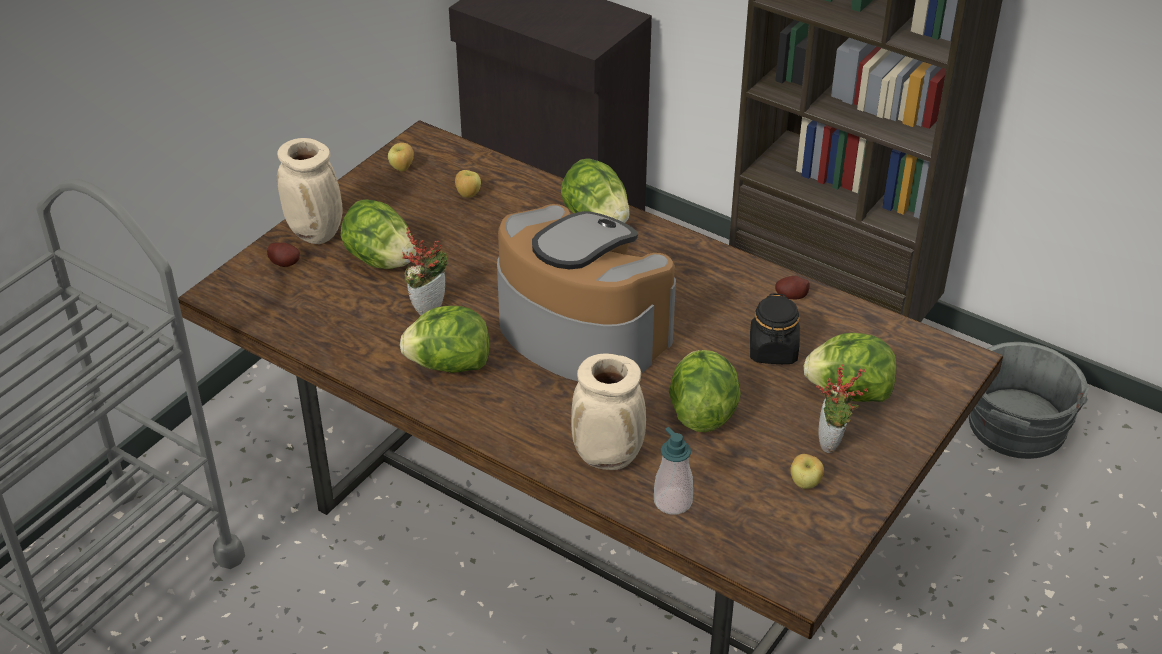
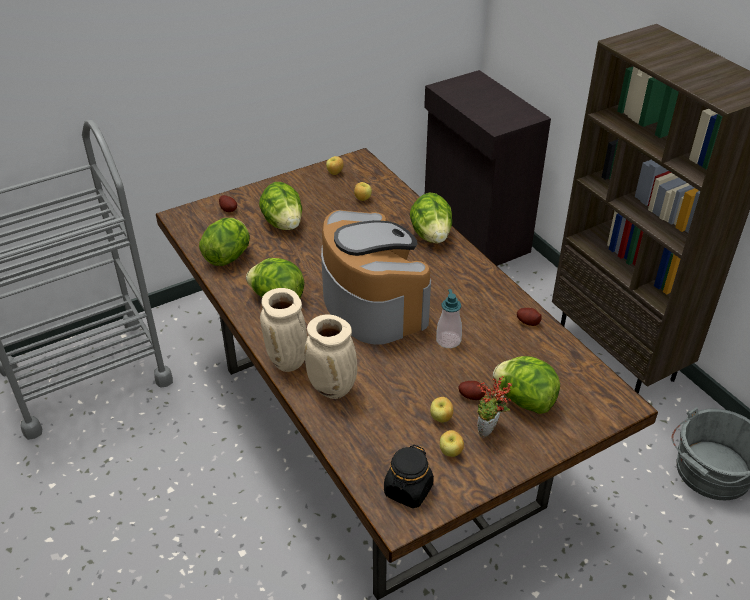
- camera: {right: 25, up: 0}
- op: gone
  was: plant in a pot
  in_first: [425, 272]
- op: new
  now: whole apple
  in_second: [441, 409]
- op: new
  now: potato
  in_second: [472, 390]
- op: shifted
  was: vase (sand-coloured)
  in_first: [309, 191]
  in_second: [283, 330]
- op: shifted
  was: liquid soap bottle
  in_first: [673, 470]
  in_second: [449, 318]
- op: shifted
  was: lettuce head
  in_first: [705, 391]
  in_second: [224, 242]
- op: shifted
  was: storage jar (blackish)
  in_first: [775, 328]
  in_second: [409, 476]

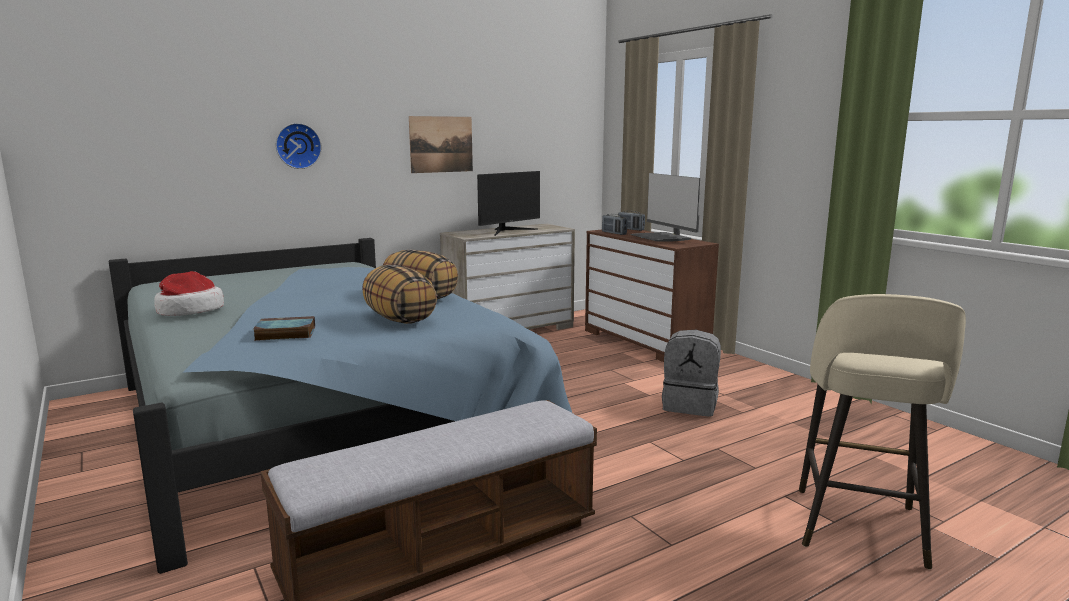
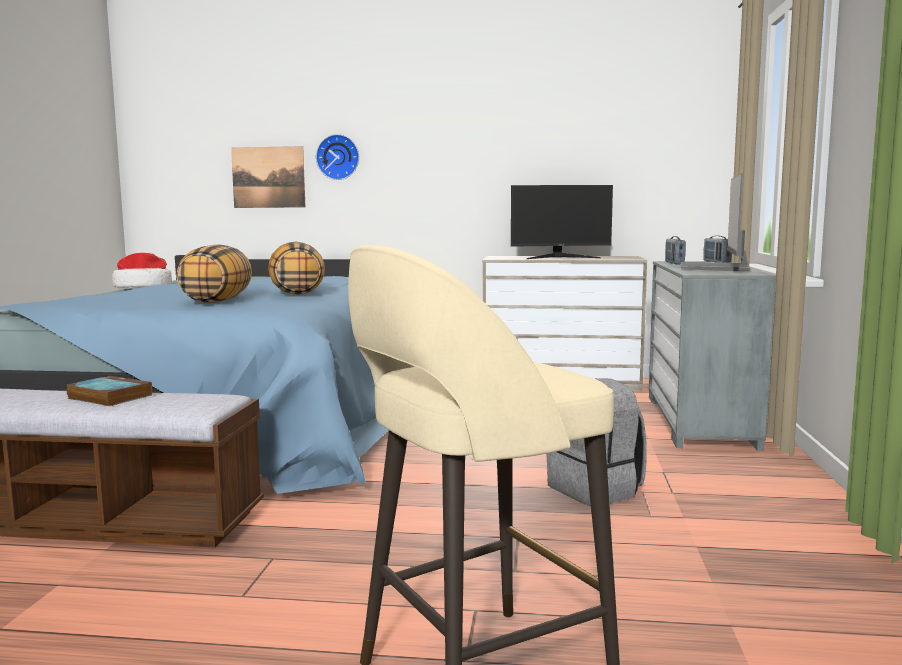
- camera: {right: 40, up: -5}
- op: shifted
  was: volume
  in_first: [284, 328]
  in_second: [109, 391]
- op: shifted
  was: wall art
  in_first: [441, 144]
  in_second: [268, 177]
- op: repainted
  was: dresser (brown-coloured)
  now: dresser (grey)
  in_first: [652, 295]
  in_second: [712, 356]

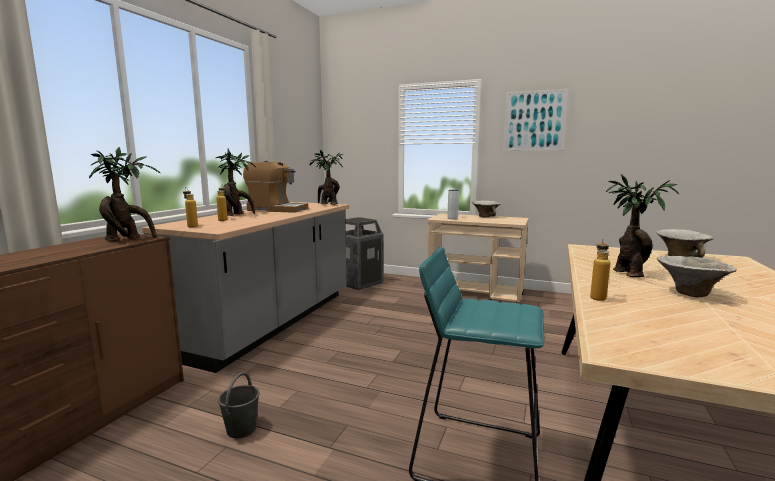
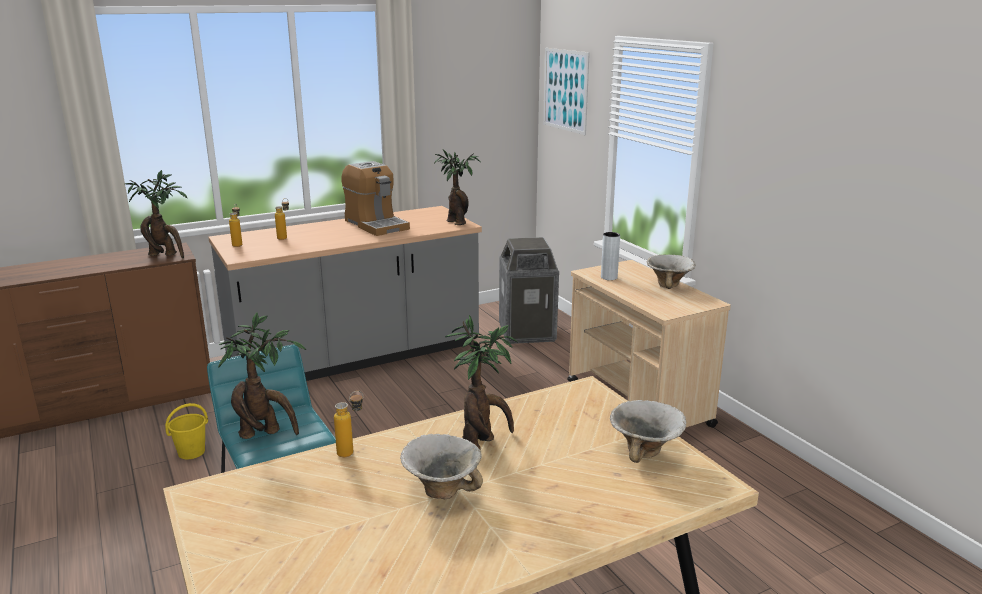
- camera: {right: 40, up: 10}
- op: shifted
  was: plant in a pot
  in_first: [236, 182]
  in_second: [262, 375]
- op: shifted
  was: wall art
  in_first: [535, 120]
  in_second: [566, 91]
- op: repainted
  was: water bucket (grey)
  now: water bucket (yellow-coloured)
  in_first: [238, 405]
  in_second: [186, 431]

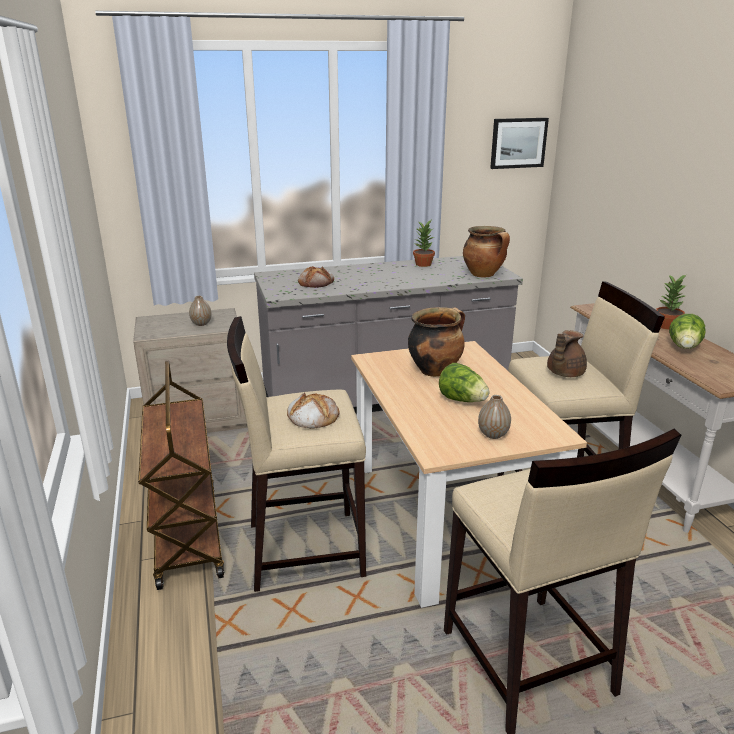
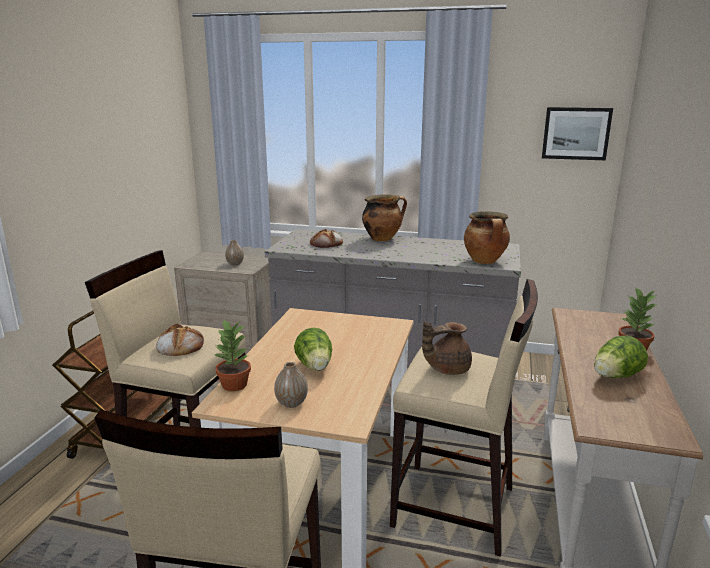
- camera: {right: 30, up: -5}
- op: shifted
  was: cooking pot
  in_first: [436, 342]
  in_second: [384, 217]
- op: shifted
  was: plant in a pot
  in_first: [424, 244]
  in_second: [232, 355]

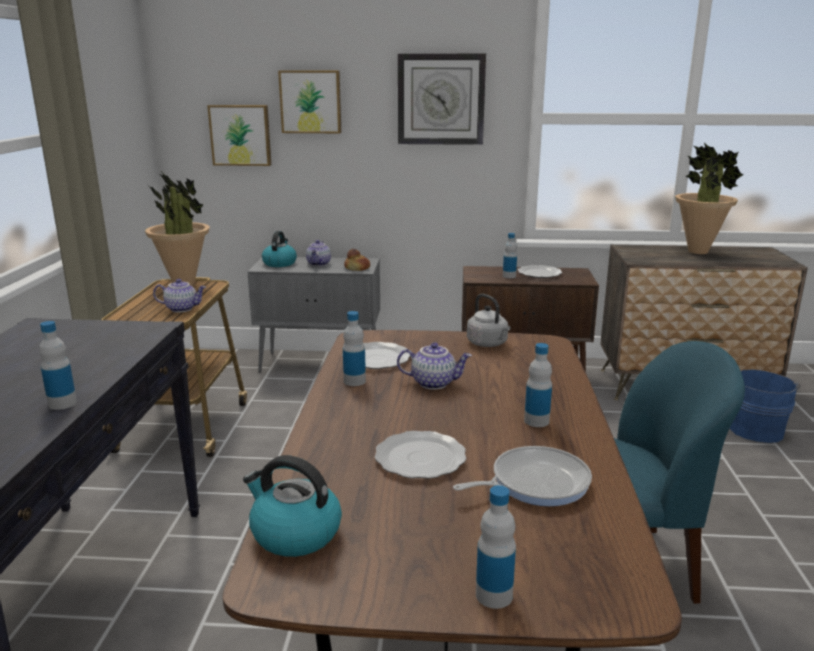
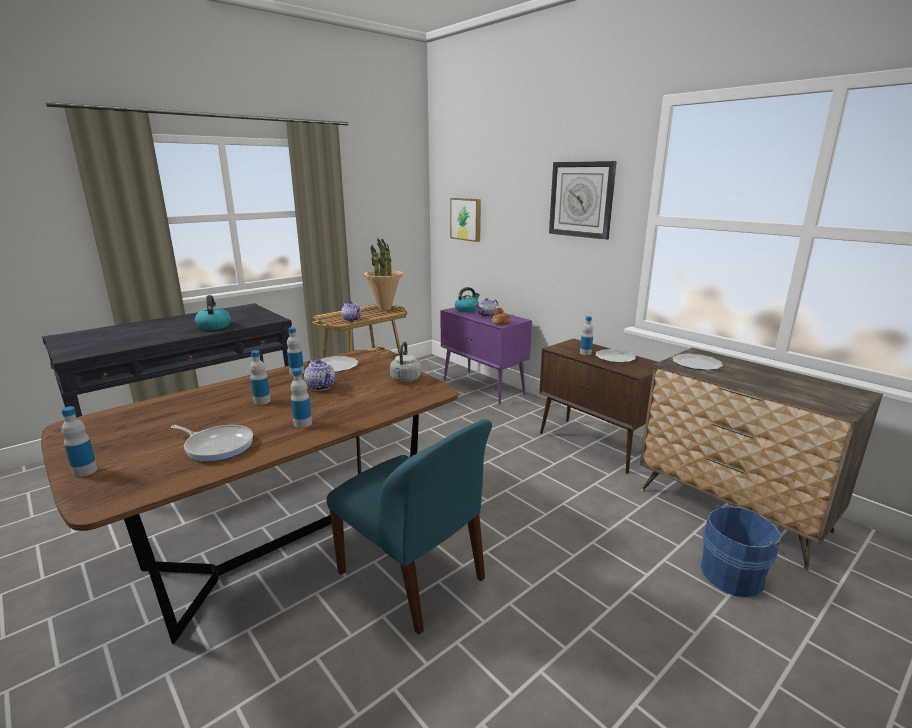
- camera: {right: 45, up: 0}
- op: gone
  was: wall art
  in_first: [309, 102]
- op: gone
  was: plant in a pot
  in_first: [709, 198]
- op: shifted
  was: bottle
  in_first: [58, 365]
  in_second: [260, 377]
- op: shifted
  was: tea kettle
  in_first: [292, 506]
  in_second: [213, 312]
- op: shifted
  was: flat dish
  in_first: [420, 455]
  in_second: [697, 362]
- op: repainted
  was: cupboard (grey)
  now: cupboard (purplish)
  in_first: [313, 314]
  in_second: [486, 355]

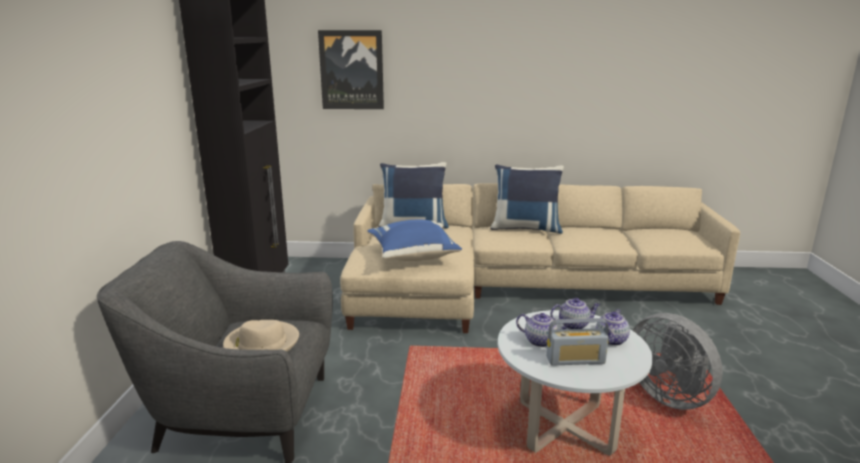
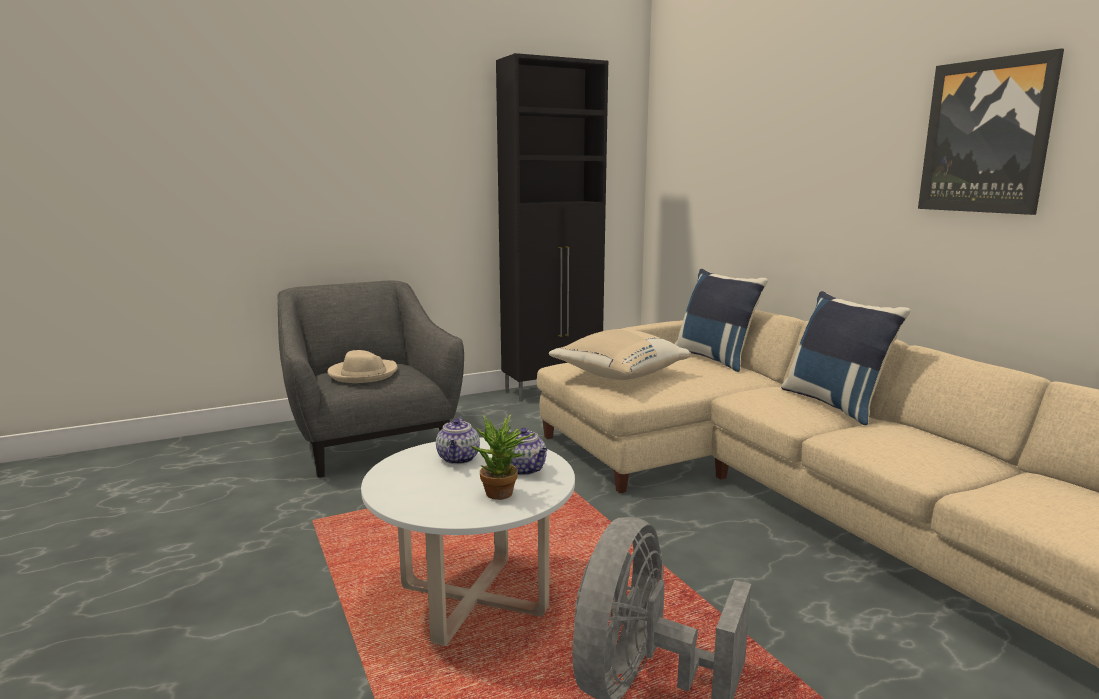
- camera: {right: 60, up: -5}
- op: gone
  was: radio
  in_first: [577, 342]
- op: shifted
  was: wall art
  in_first: [351, 69]
  in_second: [991, 131]
- op: swapped
  was: tea pot
  now: plant in a pot
  in_first: [613, 327]
  in_second: [503, 457]
- op: repainted
  was: cushion (bluish)
  now: cushion (sand-coloured)
  in_first: [415, 240]
  in_second: [620, 354]

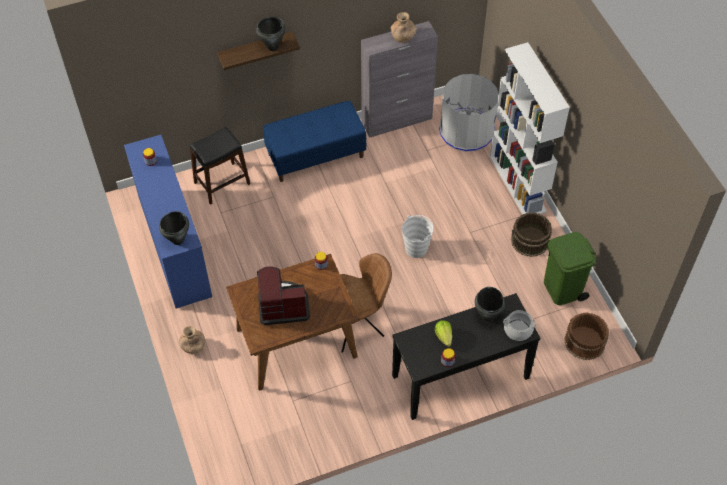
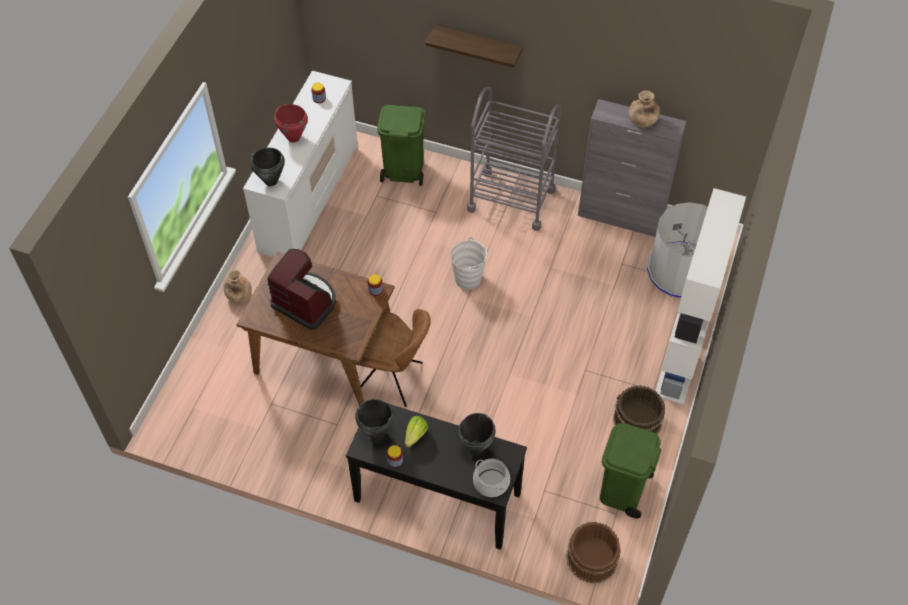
- camera: {right: 40, up: 0}
- op: new
  now: cooking pot (red-coloured)
  in_second: [291, 123]
- op: shifted
  was: cooking pot (blackish)
  in_first: [271, 34]
  in_second: [374, 419]
- op: shifted
  was: water bucket (white)
  in_first: [418, 236]
  in_second: [468, 263]
- op: swapped
  was: sitting stool (blackish)
  now: trash can (greenish)
  in_first: [219, 166]
  in_second: [401, 145]
- op: swapped
  was: long seat (bluish)
  now: cart (grey)
  in_first: [314, 141]
  in_second: [514, 159]
- op: repainted
  was: dresser (bluish)
  now: dresser (white)
  in_first: [168, 221]
  in_second: [300, 164]

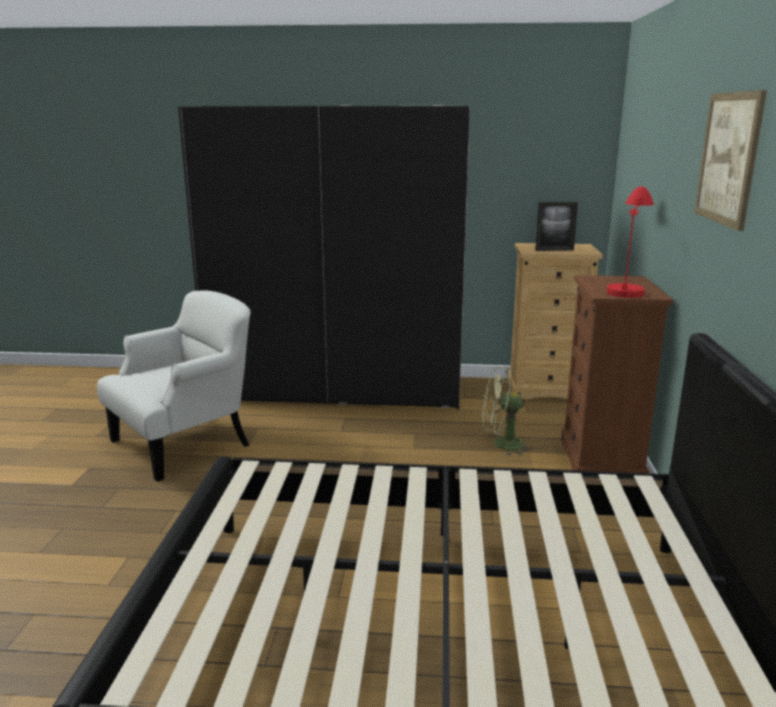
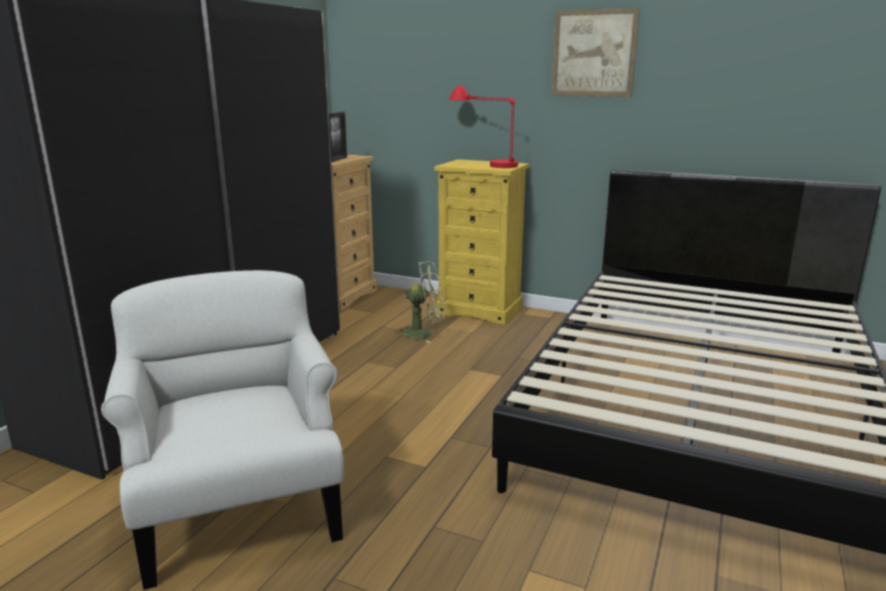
- camera: {right: -70, up: 0}
- op: repainted
  was: dresser (brown-coloured)
  now: dresser (yellow-coloured)
  in_first: [617, 374]
  in_second: [481, 242]
- op: rotated
  was: cooling fan (greenish)
  in_first: [508, 411]
  in_second: [420, 302]
  clockwise: -120

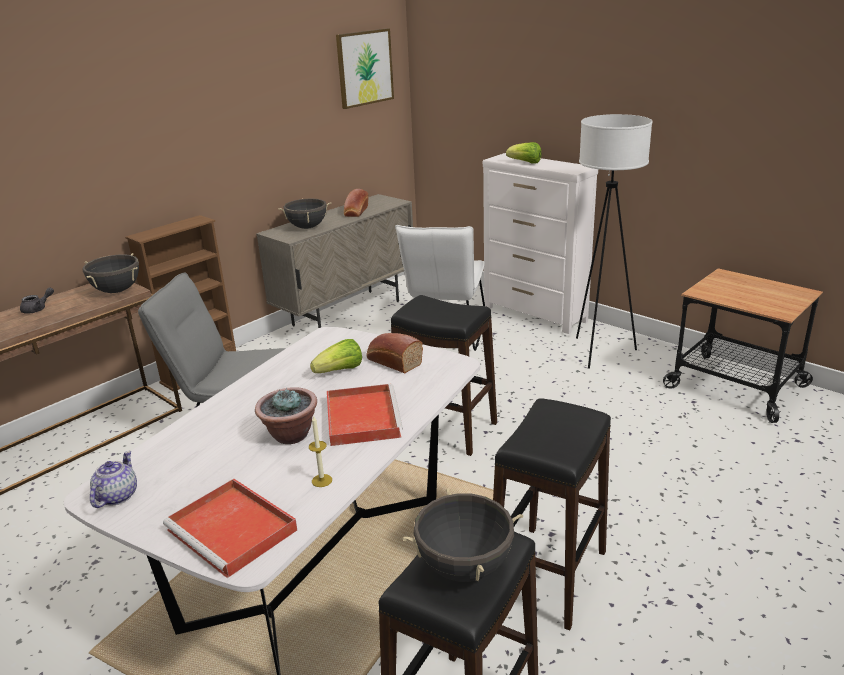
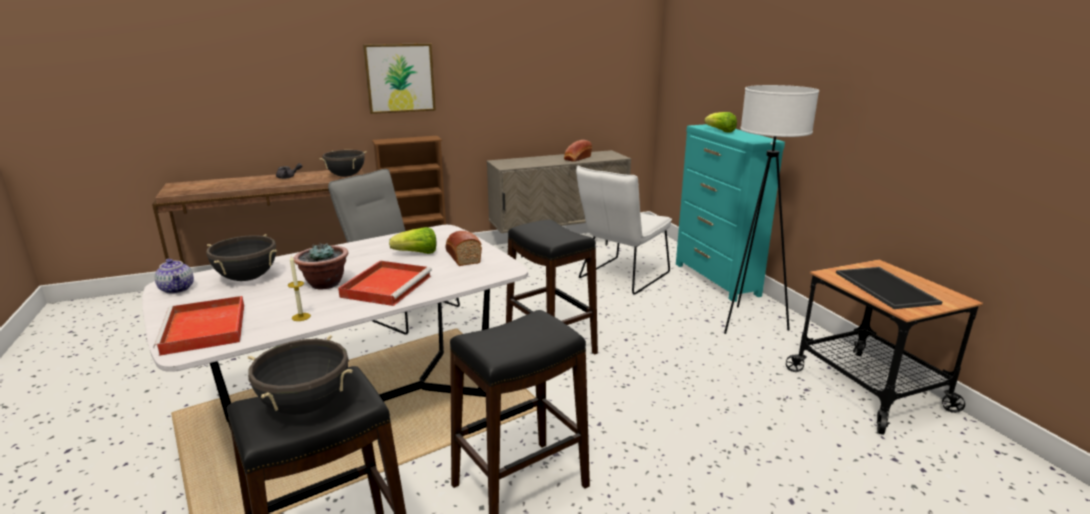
- camera: {right: 25, up: -5}
- op: new
  now: carrying tray
  in_second: [889, 288]
- op: shifted
  was: cooking pot (blackish)
  in_first: [304, 214]
  in_second: [241, 257]
- op: shifted
  was: wall art
  in_first: [365, 68]
  in_second: [399, 78]
- op: repainted
  was: dresser (white)
  now: dresser (turquoise-coloured)
  in_first: [540, 243]
  in_second: [730, 213]
- op: rotated
  was: tea pot
  in_first: [113, 479]
  in_second: [174, 276]
  clockwise: 105

